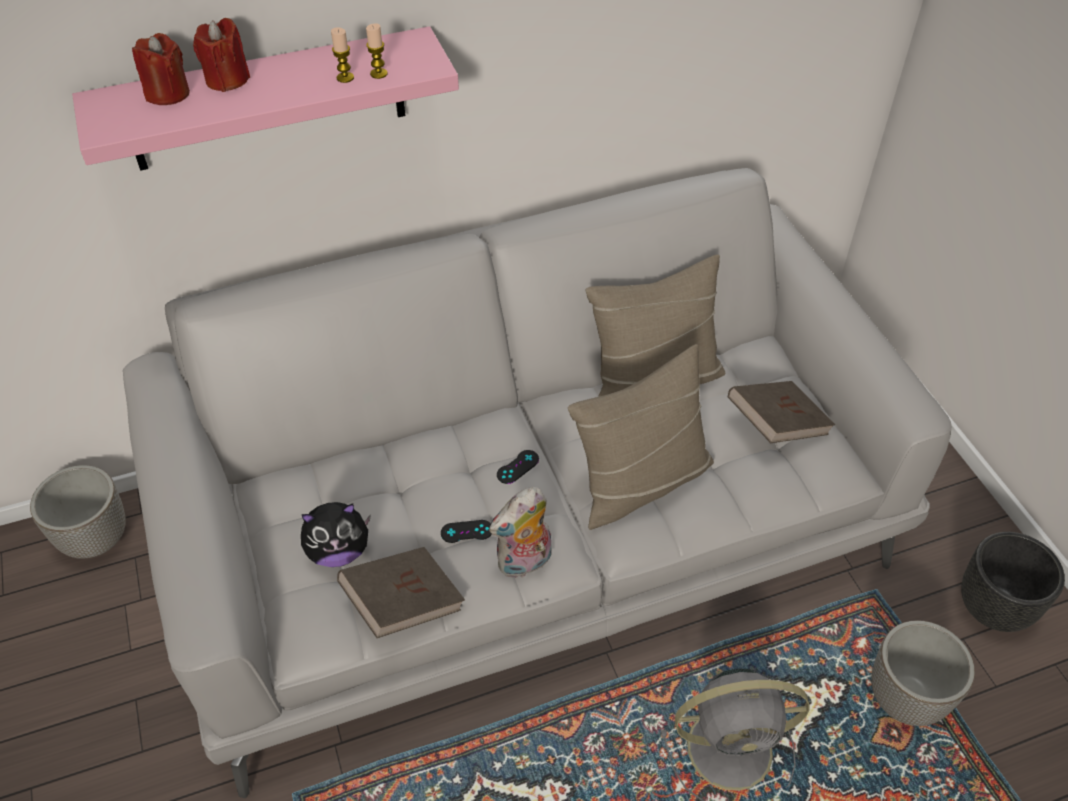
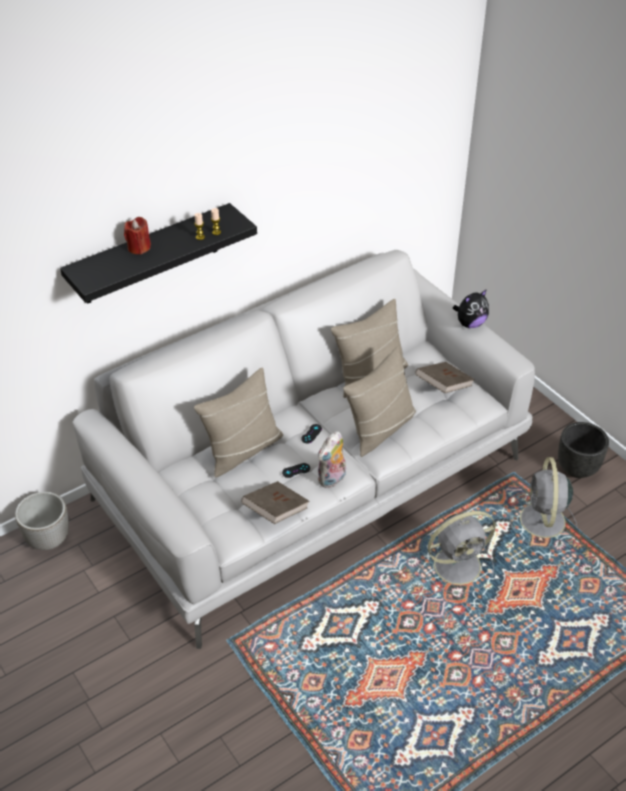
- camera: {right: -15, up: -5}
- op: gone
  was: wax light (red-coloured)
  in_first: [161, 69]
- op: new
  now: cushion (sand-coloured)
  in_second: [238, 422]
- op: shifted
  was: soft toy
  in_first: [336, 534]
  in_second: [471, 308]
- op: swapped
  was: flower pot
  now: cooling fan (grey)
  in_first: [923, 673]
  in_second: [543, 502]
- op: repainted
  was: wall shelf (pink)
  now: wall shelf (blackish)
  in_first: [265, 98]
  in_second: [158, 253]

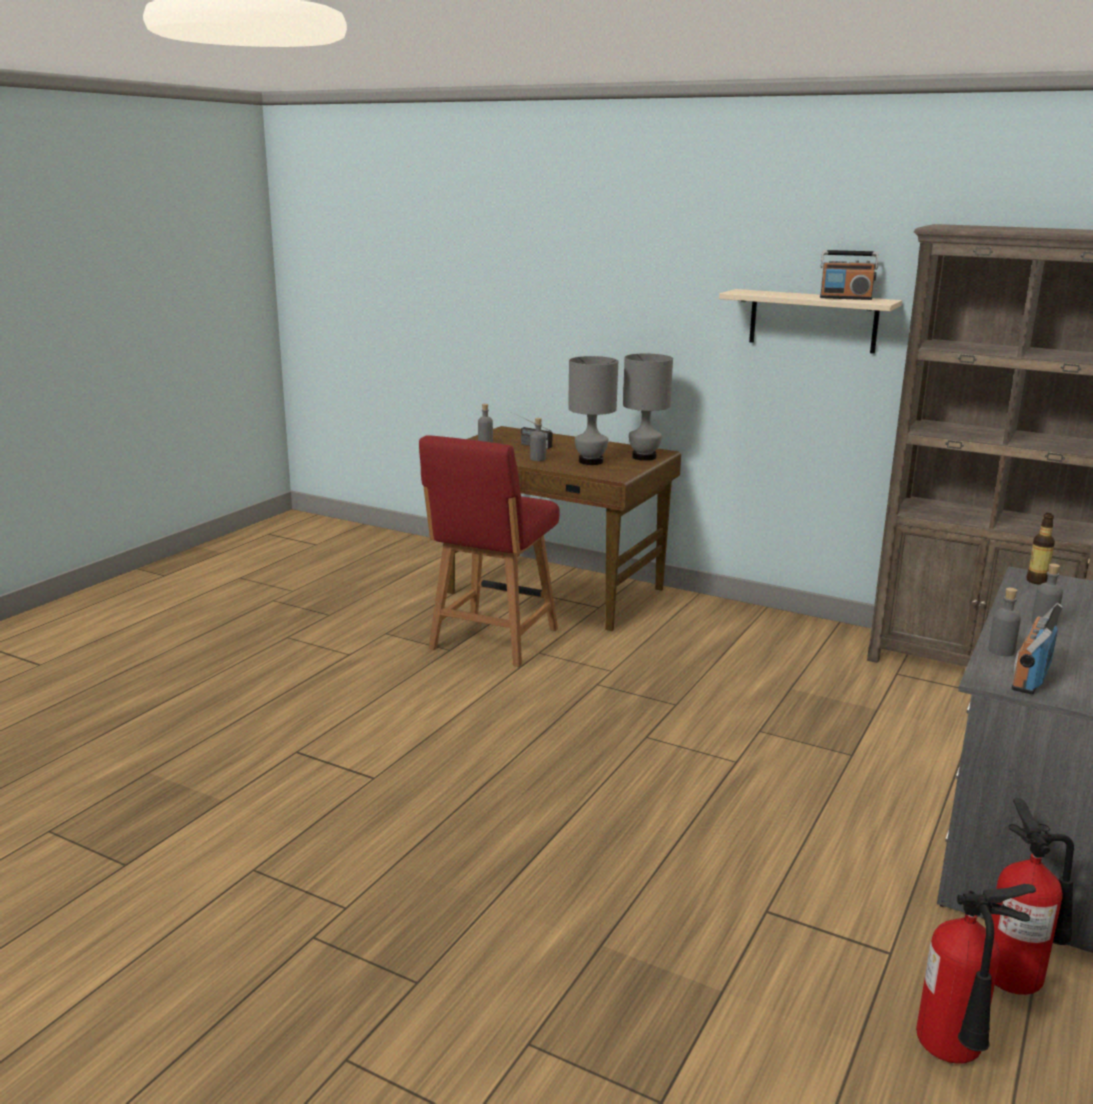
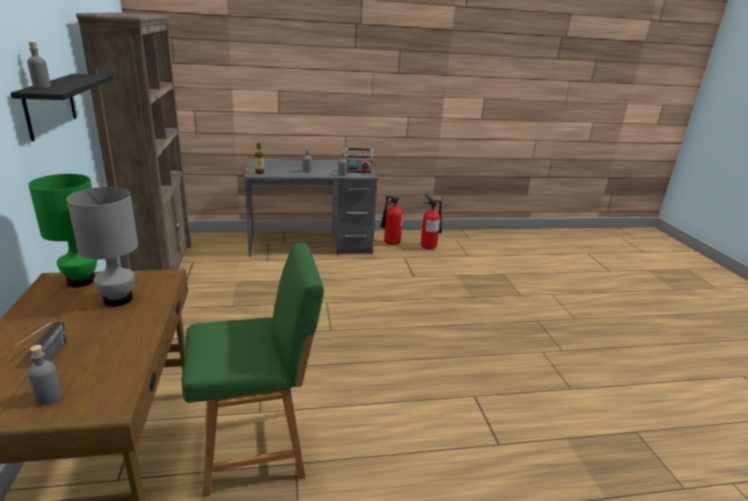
- camera: {right: -130, up: 5}
- op: gone
  was: radio
  in_first: [849, 275]
- op: shifted
  was: bottle (grey)
  in_first: [538, 439]
  in_second: [39, 65]
- op: repainted
  was: plain chair (red-coloured)
  now: plain chair (greenish)
  in_first: [489, 551]
  in_second: [253, 370]
- op: repainted
  was: tabletop lamp (grey)
  now: tabletop lamp (greenish)
  in_first: [648, 407]
  in_second: [62, 230]
- op: repainted
  was: wall shelf (sand-coloured)
  now: wall shelf (blackish)
  in_first: [810, 321]
  in_second: [62, 107]

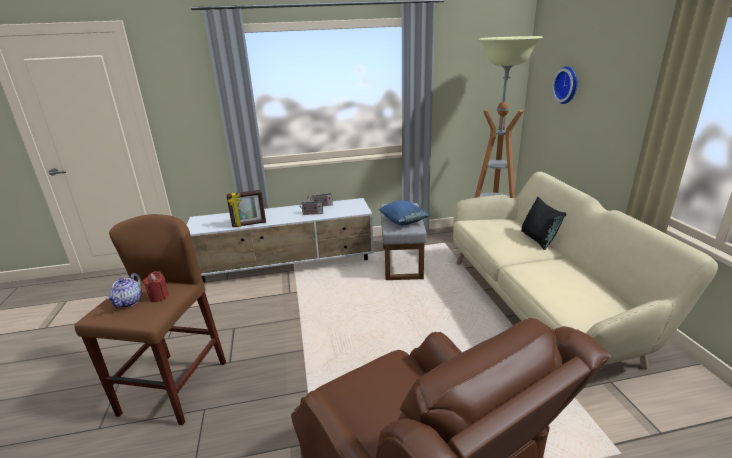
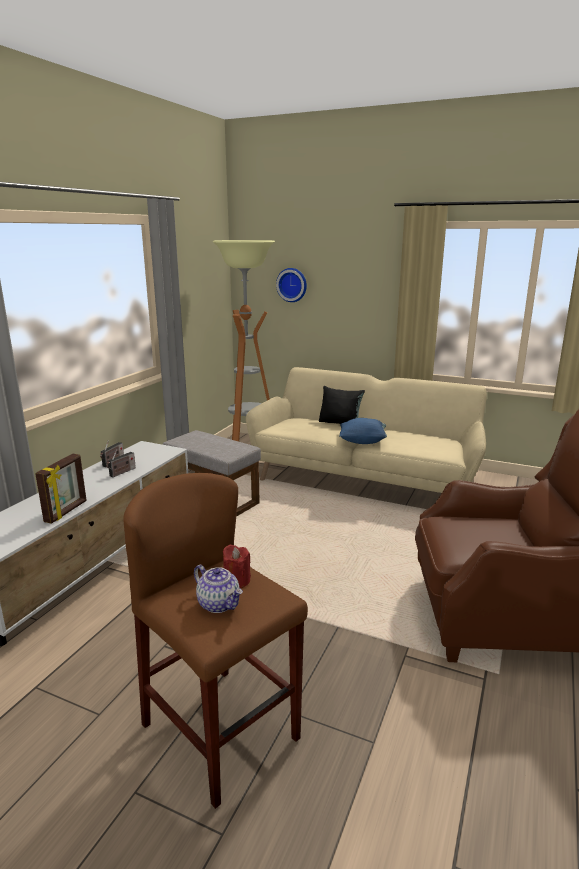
- camera: {right: -55, up: -5}
- op: shifted
  was: cushion (bluish)
  in_first: [404, 212]
  in_second: [363, 431]

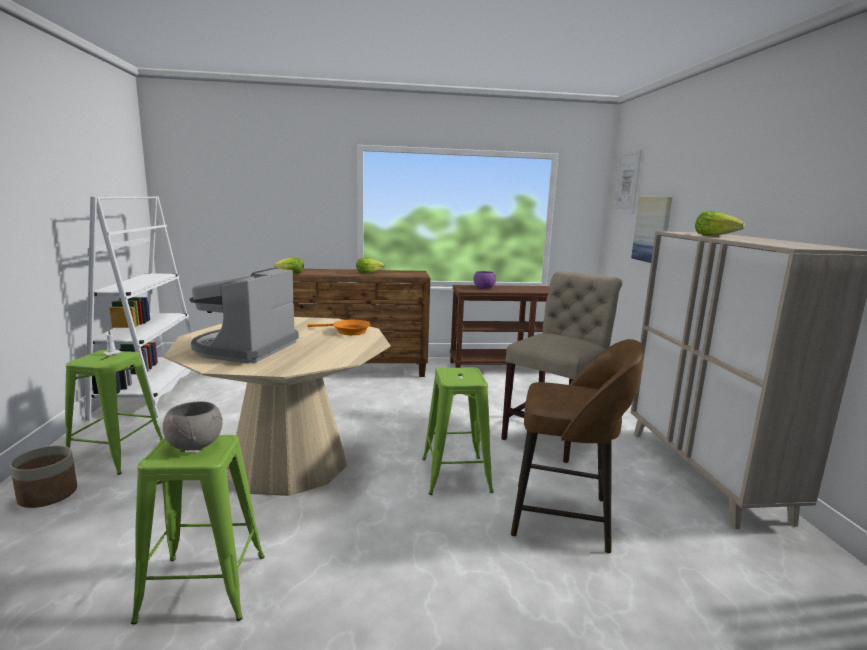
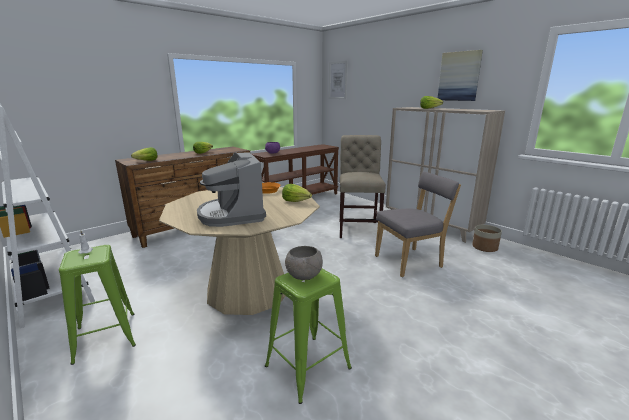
- camera: {right: -35, up: 5}
- op: gone
  was: sitting stool (greenish)
  in_first: [458, 431]
- op: new
  now: lettuce head
  in_second: [297, 193]
- op: shifted
  was: flower pot
  in_first: [43, 477]
  in_second: [487, 238]
- op: shifted
  was: wall art
  in_first: [652, 230]
  in_second: [460, 75]
- op: swapped
  was: sitting stool (brown-coloured)
  now: plain chair (grey)
  in_first: [577, 446]
  in_second: [418, 224]

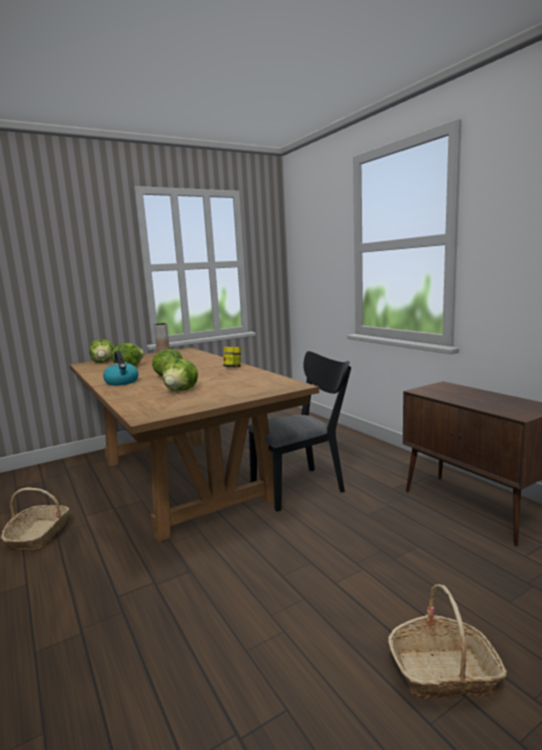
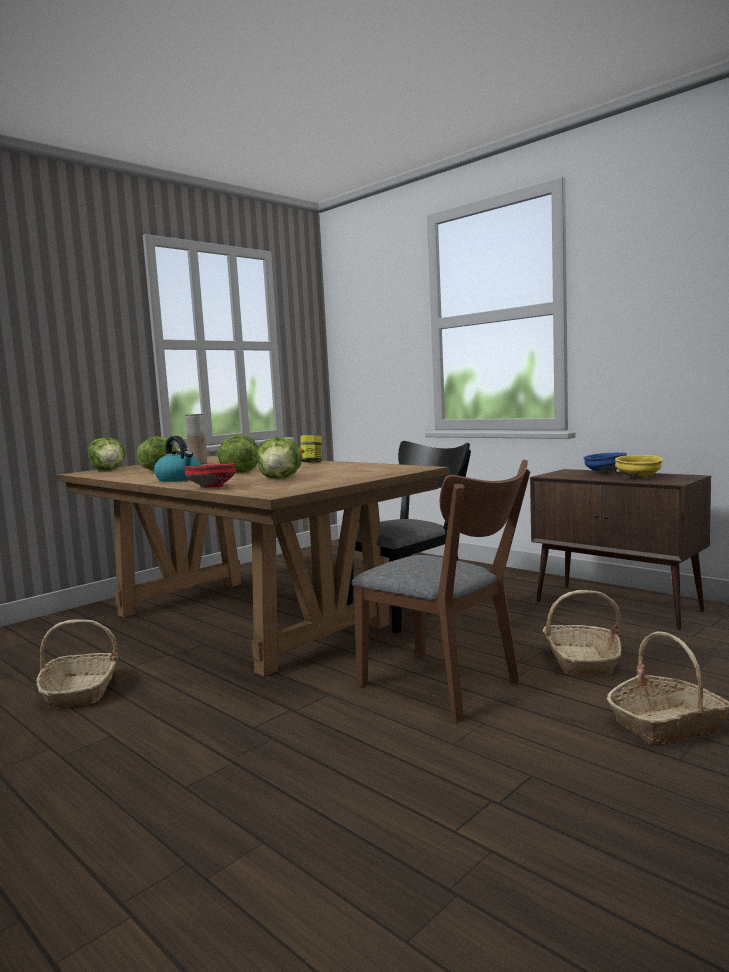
- camera: {right: -15, up: -5}
- op: new
  now: deep dish (red-coloured)
  in_second: [210, 475]
- op: new
  now: plain chair (brown-coloured)
  in_second: [440, 591]
- op: new
  now: basket
  in_second: [582, 632]
- op: new
  now: deep dish (bluish)
  in_second: [605, 463]
- op: new
  now: deep dish (yellow-coloured)
  in_second: [639, 467]

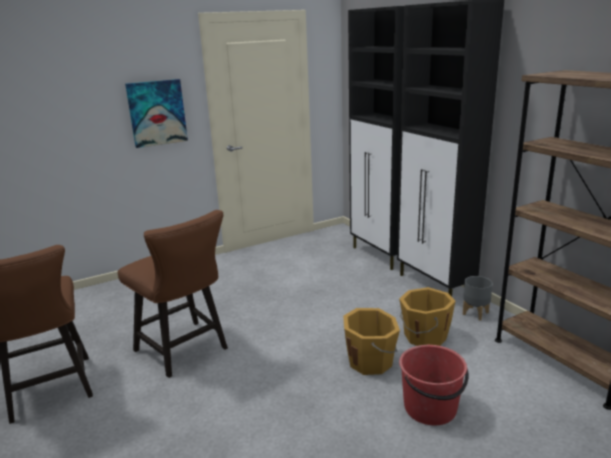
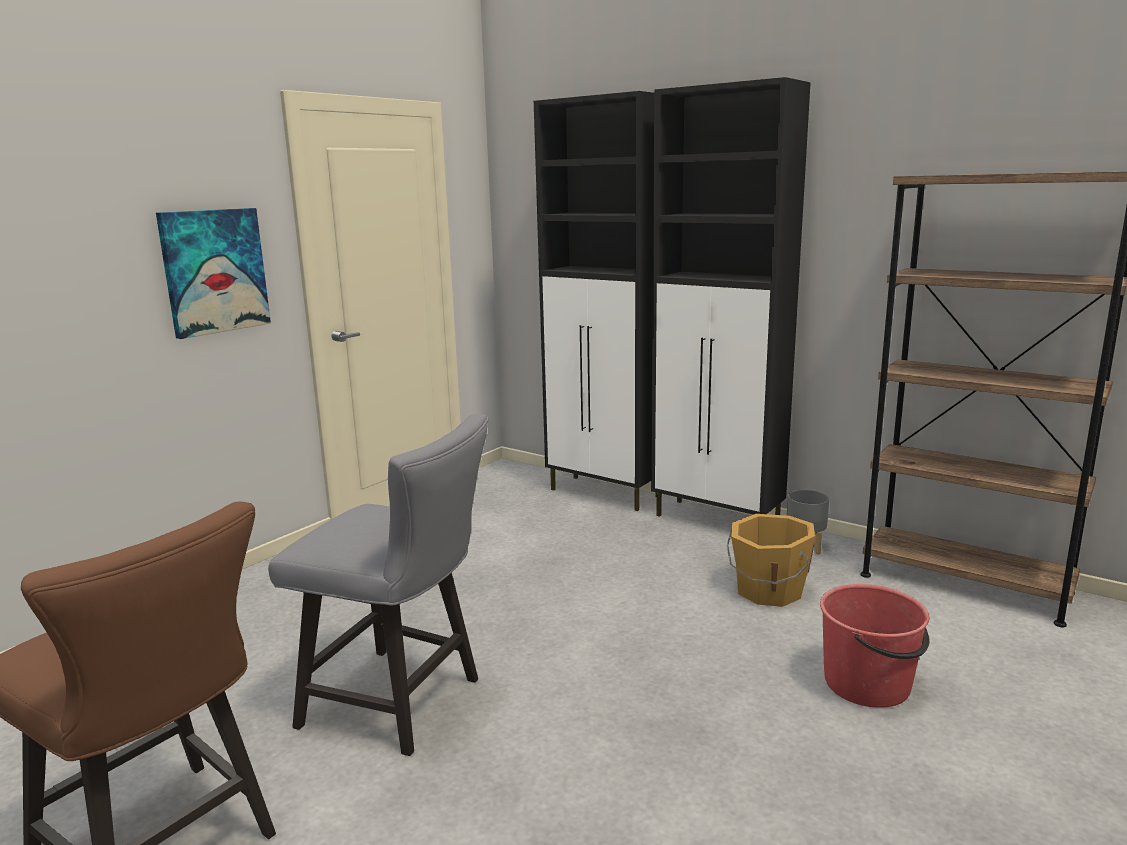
- camera: {right: -25, up: -5}
- op: gone
  was: water bucket (orange)
  in_first: [371, 341]
- op: repainted
  was: plain chair (brown-coloured)
  now: plain chair (grey)
  in_first: [173, 294]
  in_second: [378, 585]

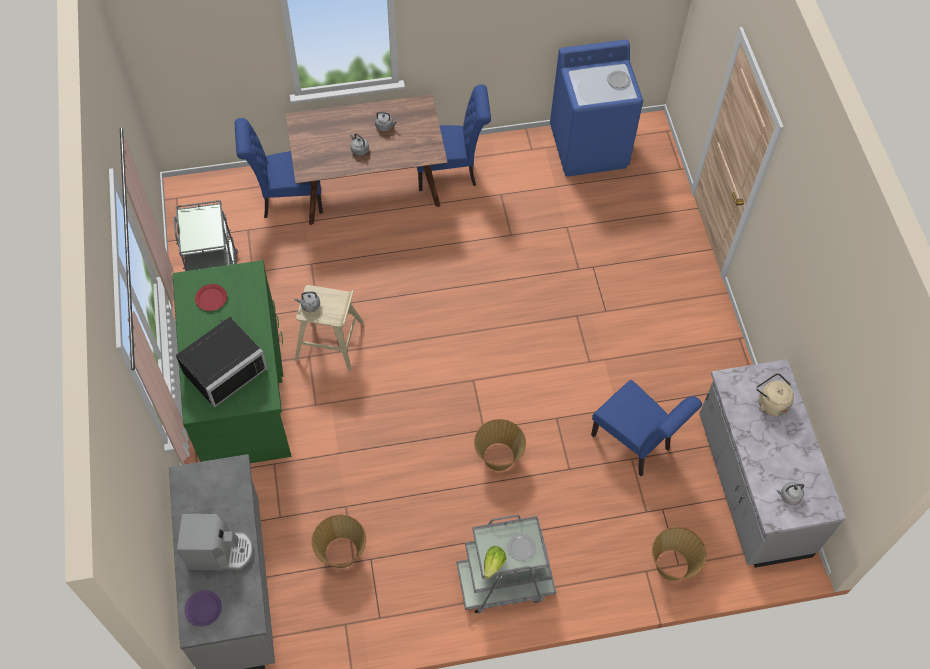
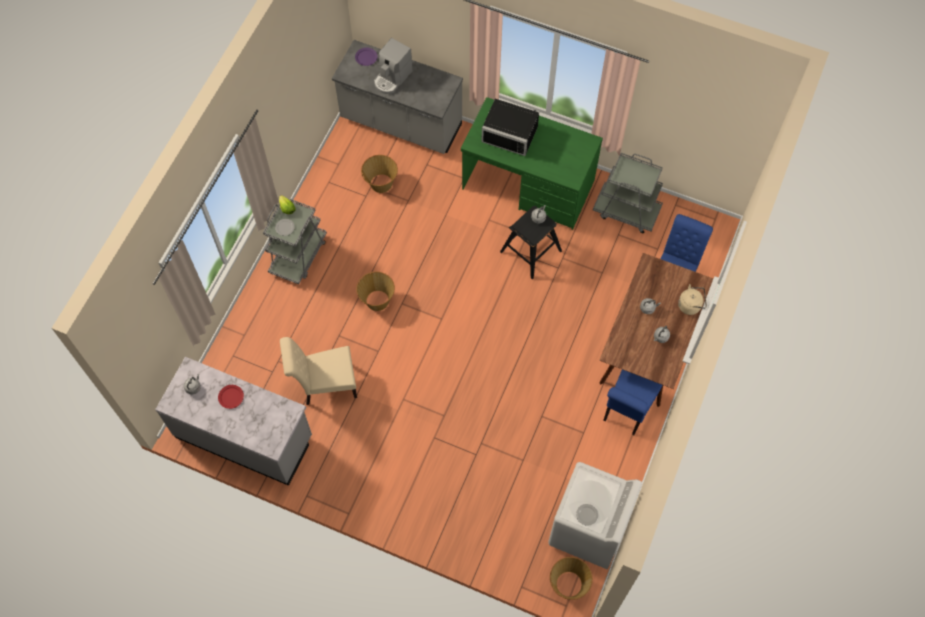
- camera: {right: 125, up: 5}
- op: shifted
  was: flat dish (red-coloured)
  in_first: [211, 297]
  in_second: [231, 397]
- op: shifted
  was: basket
  in_first: [679, 554]
  in_second: [571, 578]
- op: shifted
  was: tea kettle (sand-coloured)
  in_first: [775, 394]
  in_second: [692, 299]
- op: repainted
  was: sitting stool (sand-coloured)
  now: sitting stool (blackish)
  in_first: [329, 328]
  in_second: [531, 242]
- op: repainted
  was: laundry appliance (bluish)
  now: laundry appliance (white)
  in_first: [596, 108]
  in_second: [595, 516]
- op: repainted
  was: plain chair (bluish)
  now: plain chair (sand-coloured)
  in_first: [646, 428]
  in_second: [318, 371]
- op: rotated
  was: microwave (blackish)
  in_first: [222, 362]
  in_second: [510, 127]
  clockwise: -60

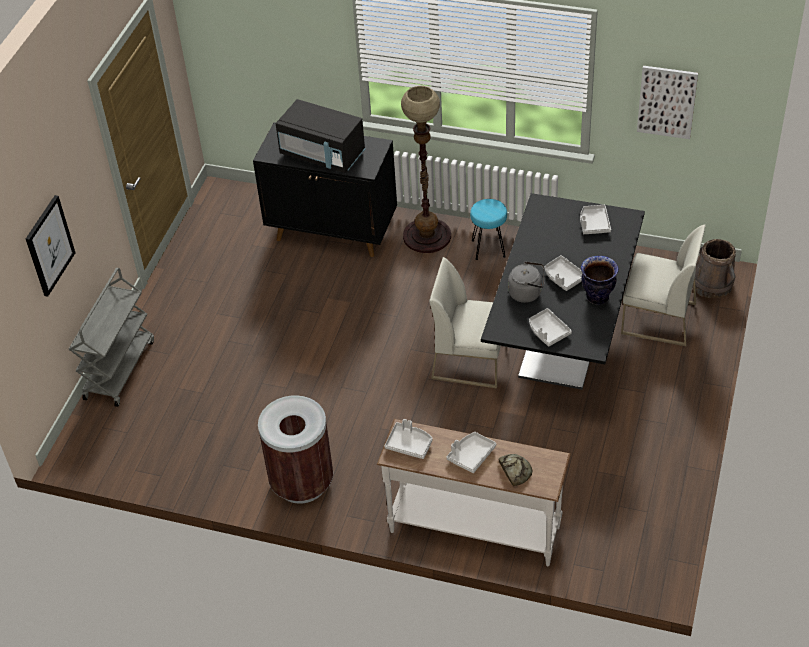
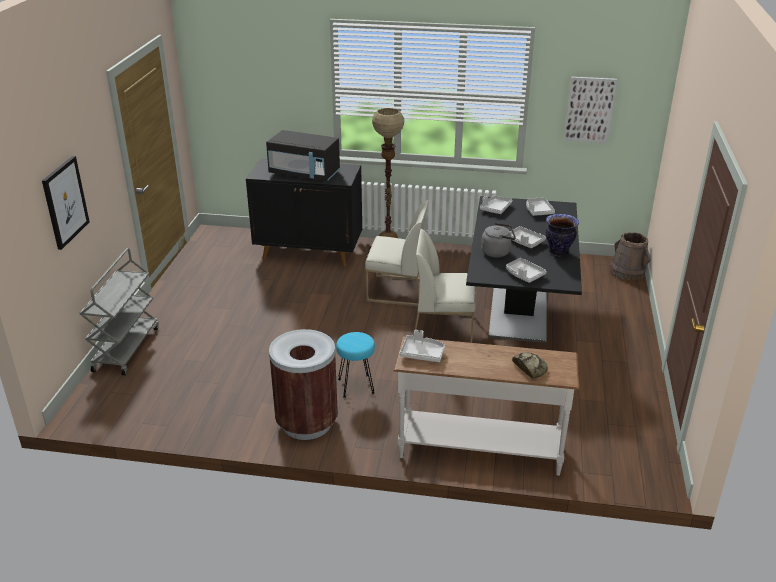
- camera: {right: -10, up: -15}
- op: shifted
  was: carrying tray (grey)
  in_first: [471, 452]
  in_second: [496, 204]
- op: shifted
  was: sitting stool (turquoise-coloured)
  in_first: [488, 229]
  in_second: [355, 365]
- op: shifted
  was: plain chair (white)
  in_first: [663, 285]
  in_second: [397, 253]

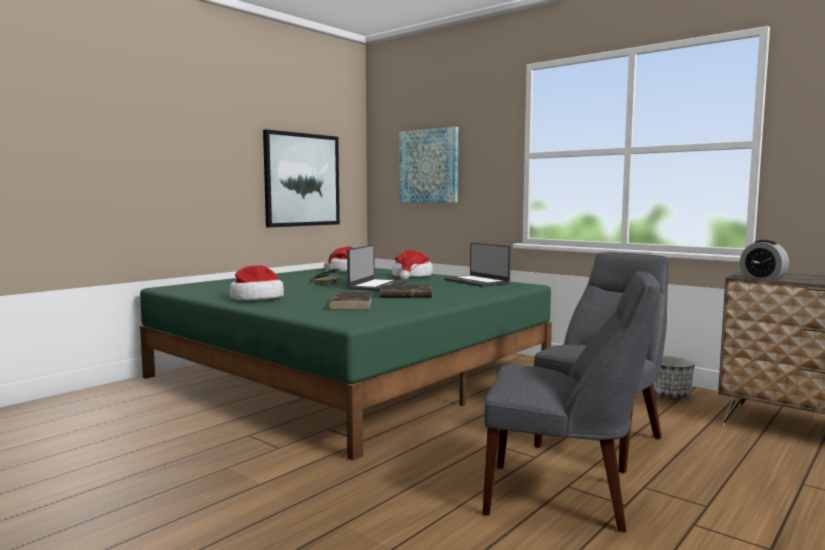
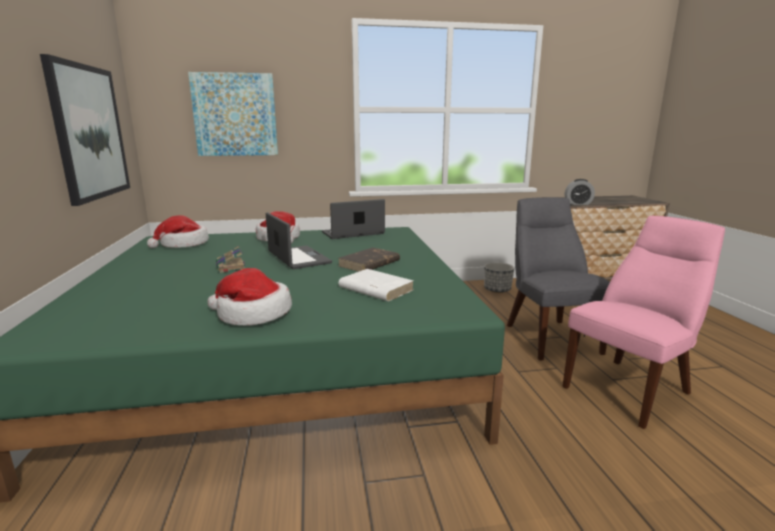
- camera: {right: -50, up: 10}
- op: repainted
  was: volume (brown-coloured)
  now: volume (white)
  in_first: [350, 301]
  in_second: [375, 285]
- op: repainted
  was: plain chair (grey)
  now: plain chair (pink)
  in_first: [571, 401]
  in_second: [643, 322]
- op: rotated
  was: notebook computer
  in_first: [477, 265]
  in_second: [353, 219]
  clockwise: 150

